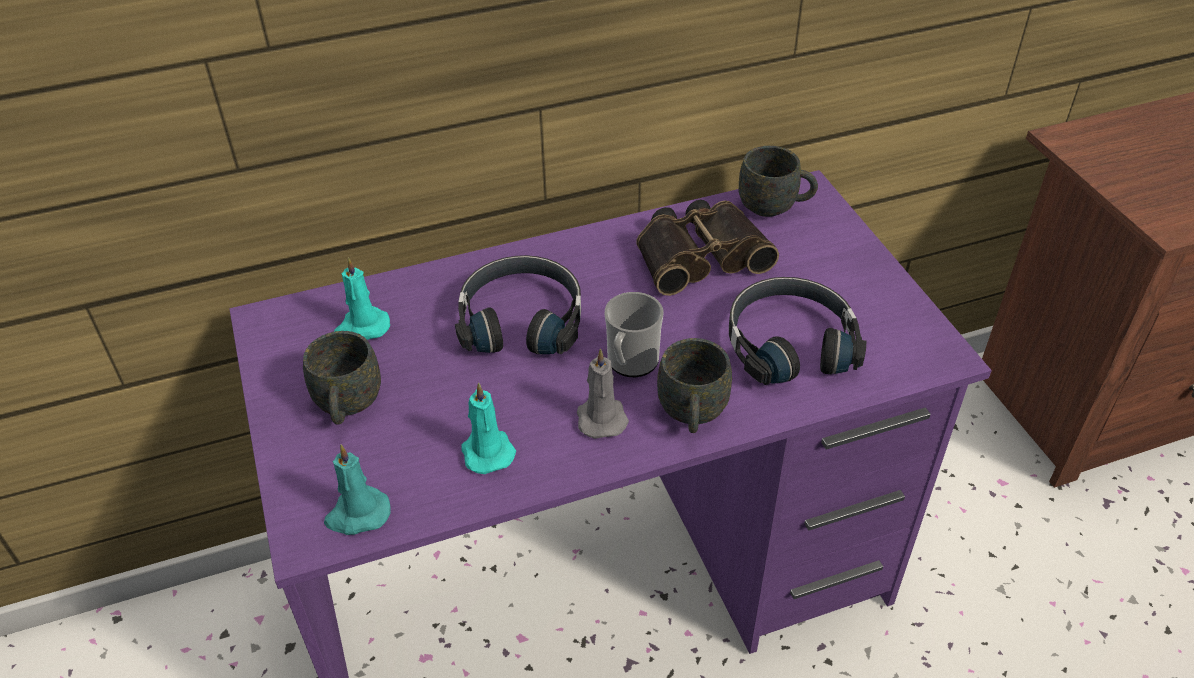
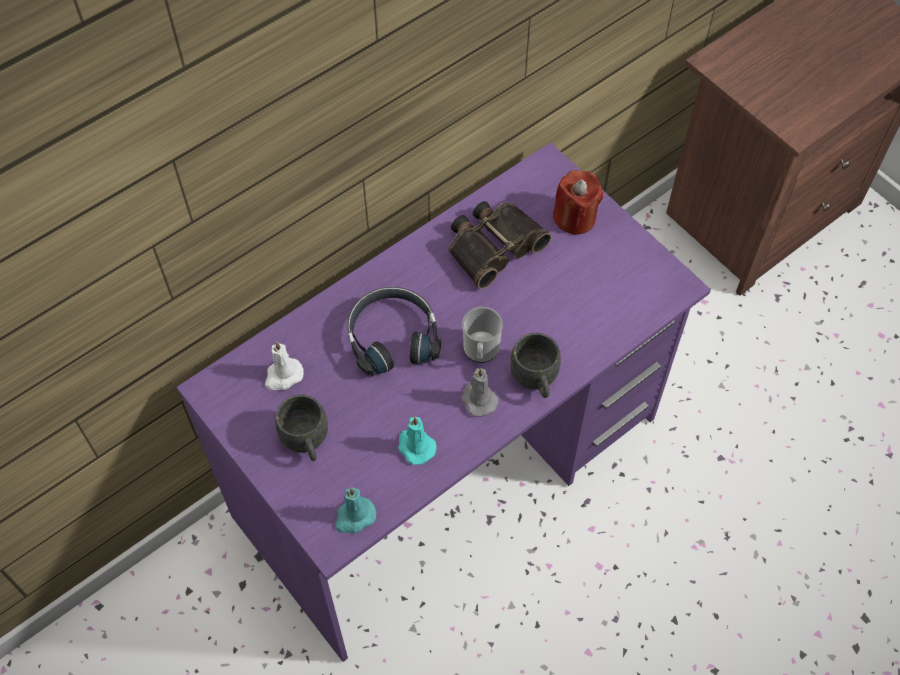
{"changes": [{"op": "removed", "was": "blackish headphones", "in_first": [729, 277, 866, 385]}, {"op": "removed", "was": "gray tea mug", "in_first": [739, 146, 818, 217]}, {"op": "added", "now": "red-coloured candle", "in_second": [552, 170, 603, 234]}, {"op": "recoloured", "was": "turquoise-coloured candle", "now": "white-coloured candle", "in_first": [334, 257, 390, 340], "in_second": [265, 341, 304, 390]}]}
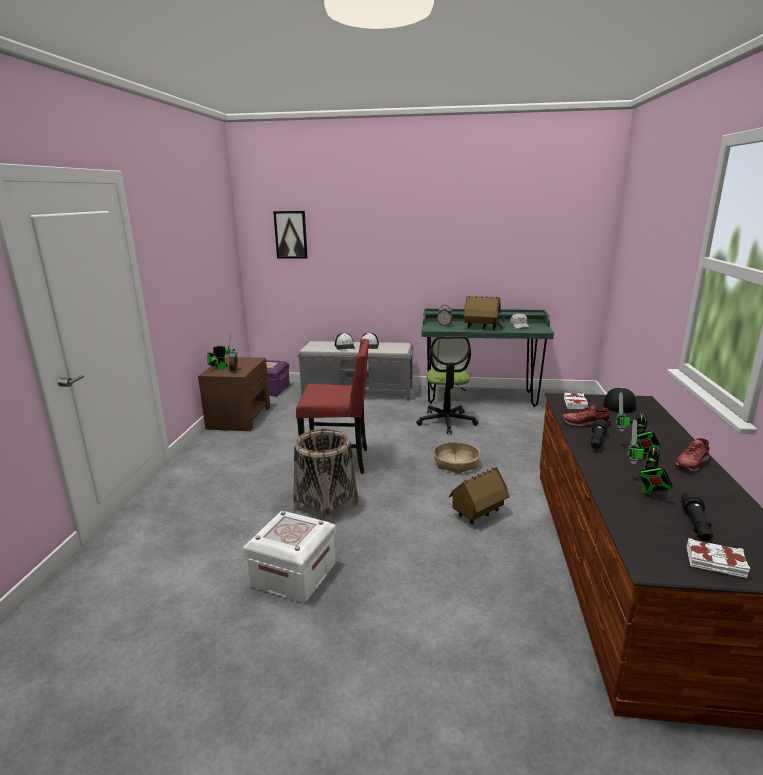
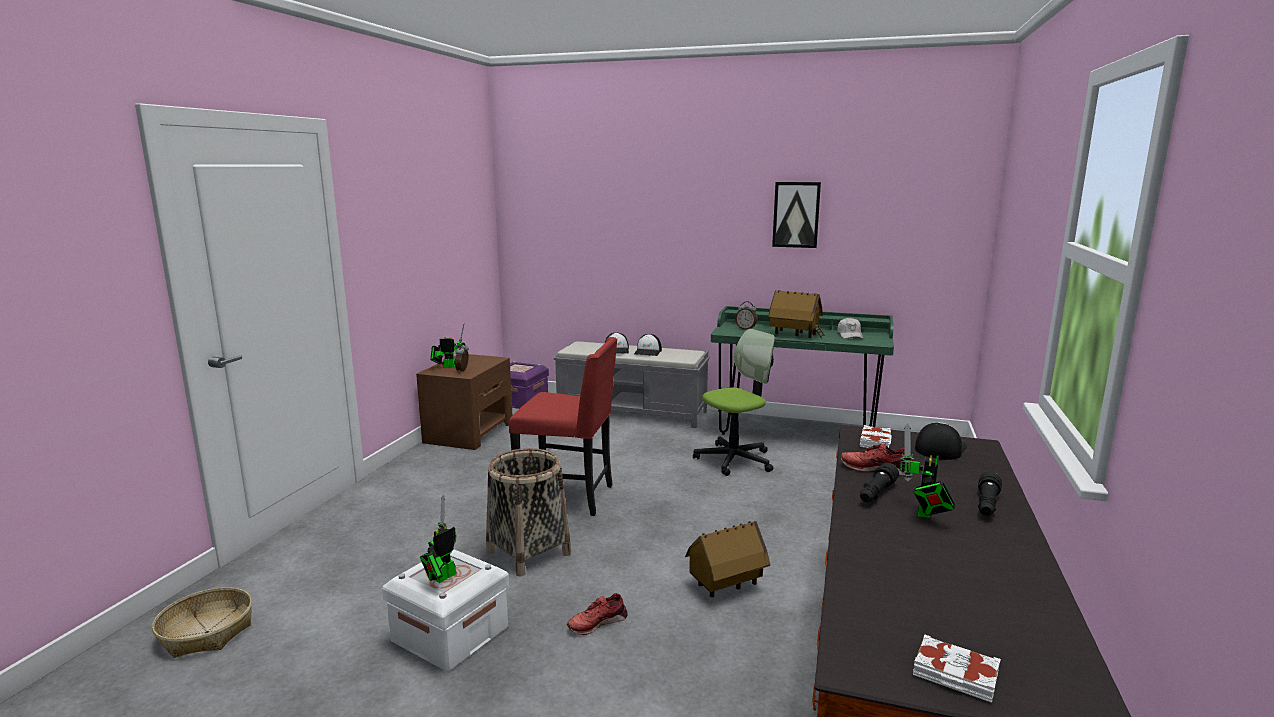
{"changes": [{"op": "moved", "was": "wall art", "in_first": [273, 211, 308, 258], "in_second": [772, 182, 821, 248]}, {"op": "moved", "was": "basket", "in_first": [433, 442, 480, 474], "in_second": [152, 587, 252, 658]}, {"op": "moved", "was": "robot figure", "in_first": [628, 420, 673, 494], "in_second": [420, 494, 457, 583]}, {"op": "moved", "was": "red-coloured shoe", "in_first": [675, 438, 709, 472], "in_second": [567, 593, 628, 635]}, {"op": "moved", "was": "blackish torch", "in_first": [681, 492, 713, 541], "in_second": [978, 472, 1002, 516]}, {"op": "turned", "was": "desk chair", "in_first": [416, 337, 479, 434], "in_second": [693, 329, 775, 476], "clockwise": -135}]}
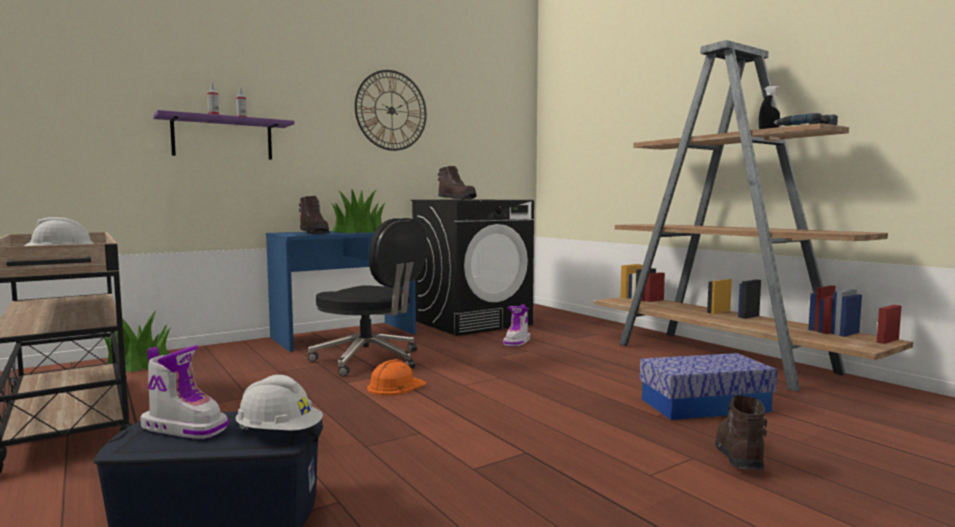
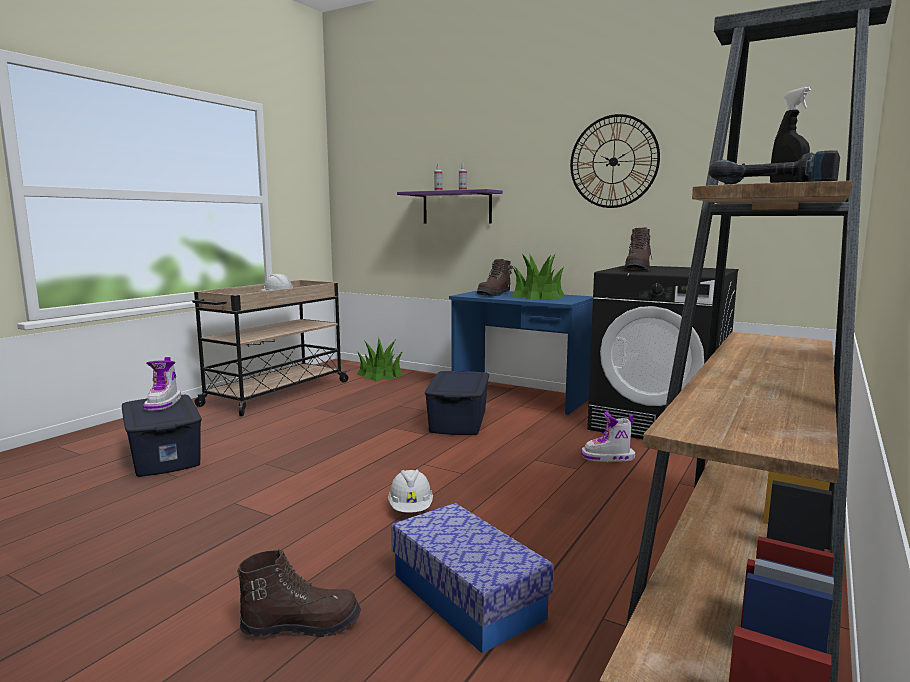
{"changes": [{"op": "removed", "was": "orange-coloured safety helmet", "in_first": [367, 359, 426, 395]}, {"op": "moved", "was": "white-coloured safety helmet", "in_first": [236, 375, 323, 431], "in_second": [388, 469, 433, 513]}, {"op": "replaced", "was": "blackish desk chair", "now": "blue-coloured storage bin", "in_first": [308, 218, 427, 377], "in_second": [425, 371, 489, 435]}]}
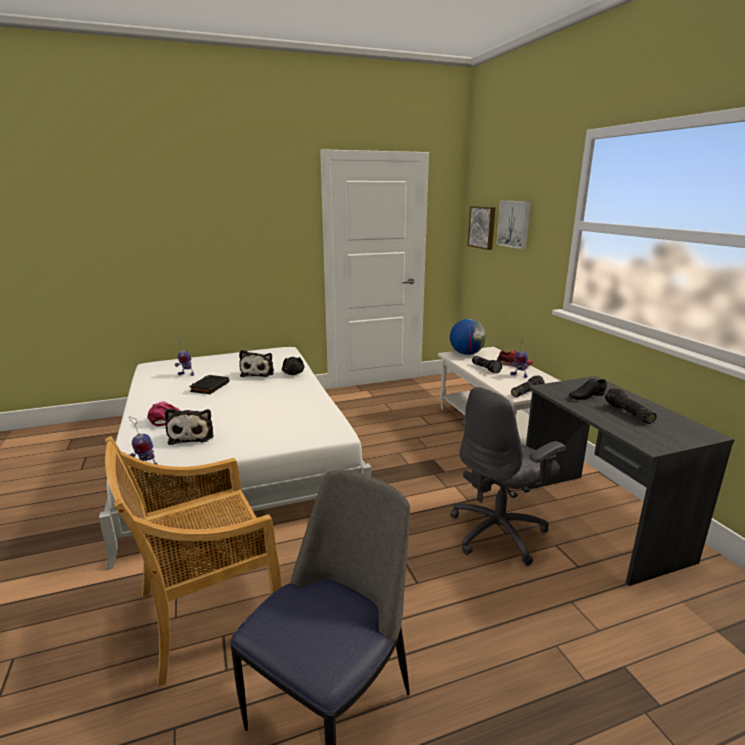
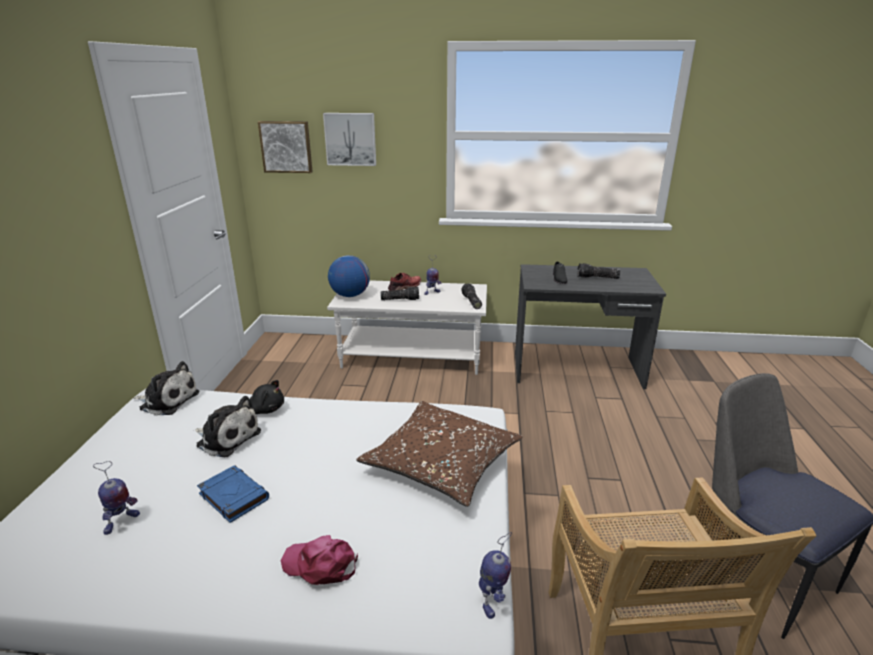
{"changes": [{"op": "removed", "was": "gray desk chair", "in_first": [450, 387, 566, 565]}, {"op": "added", "now": "brown-coloured pillow", "in_second": [356, 401, 522, 507]}, {"op": "moved", "was": "plush toy", "in_first": [165, 408, 214, 445], "in_second": [134, 361, 199, 415]}, {"op": "recoloured", "was": "blackish book", "now": "blue-coloured book", "in_first": [189, 375, 229, 394], "in_second": [197, 465, 269, 523]}]}
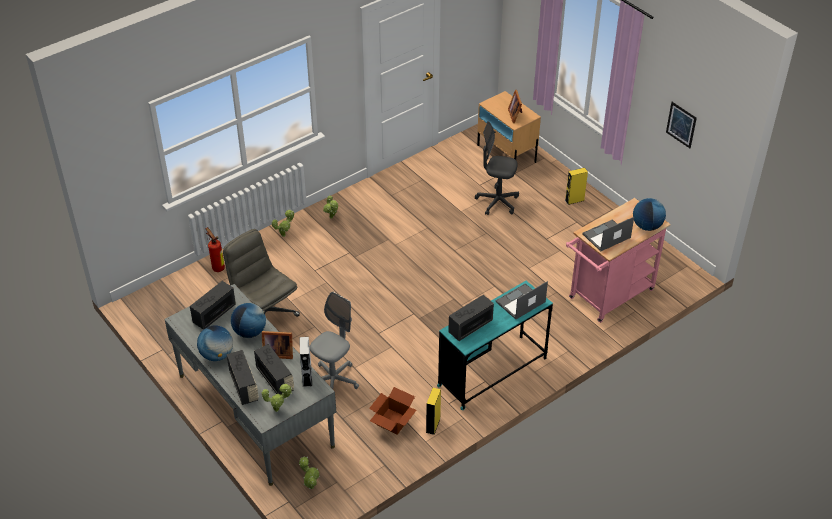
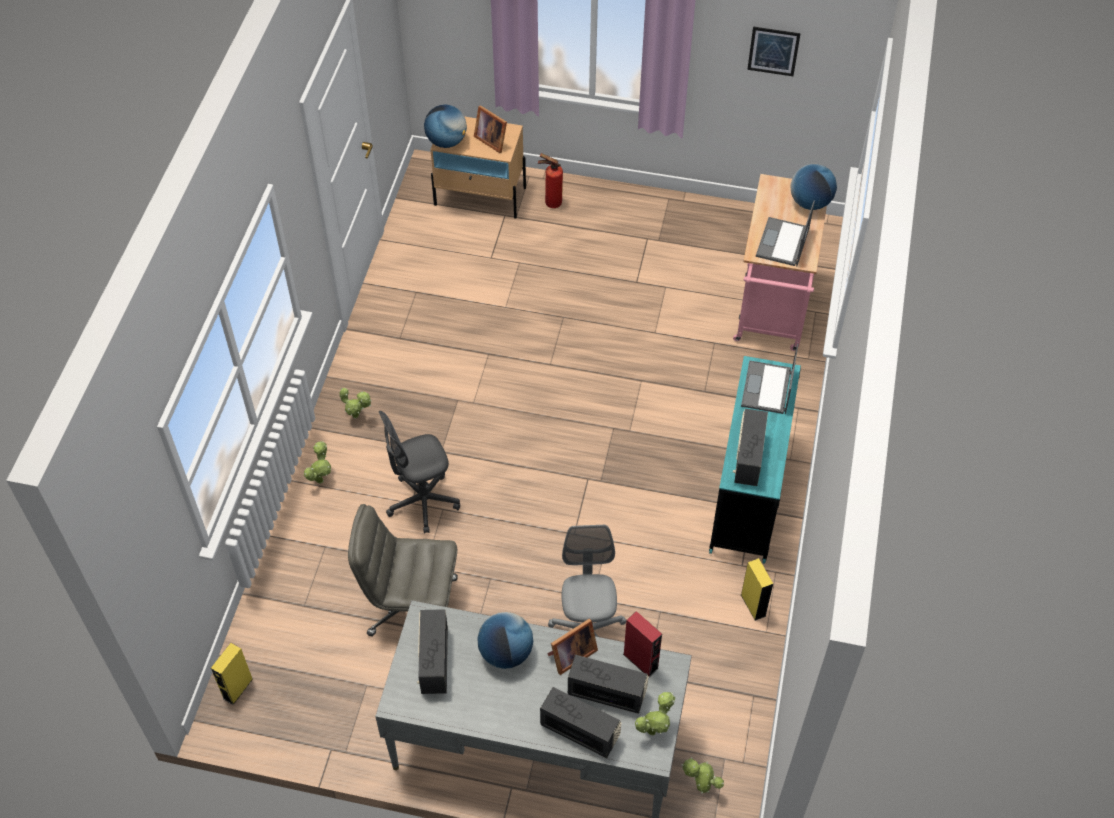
{"changes": [{"op": "removed", "was": "carton", "in_first": [369, 387, 416, 435]}, {"op": "moved", "was": "globe", "in_first": [197, 325, 233, 361], "in_second": [424, 105, 467, 148]}, {"op": "moved", "was": "fire-fighting cylinder", "in_first": [206, 227, 225, 272], "in_second": [538, 153, 563, 208]}, {"op": "moved", "was": "gray desk chair", "in_first": [475, 121, 519, 215], "in_second": [379, 411, 460, 533]}, {"op": "moved", "was": "yellowish audio speaker", "in_first": [565, 168, 588, 205], "in_second": [211, 643, 253, 705]}, {"op": "recoloured", "was": "gray audio speaker", "now": "red-coloured audio speaker", "in_first": [299, 337, 312, 387], "in_second": [623, 611, 662, 677]}]}
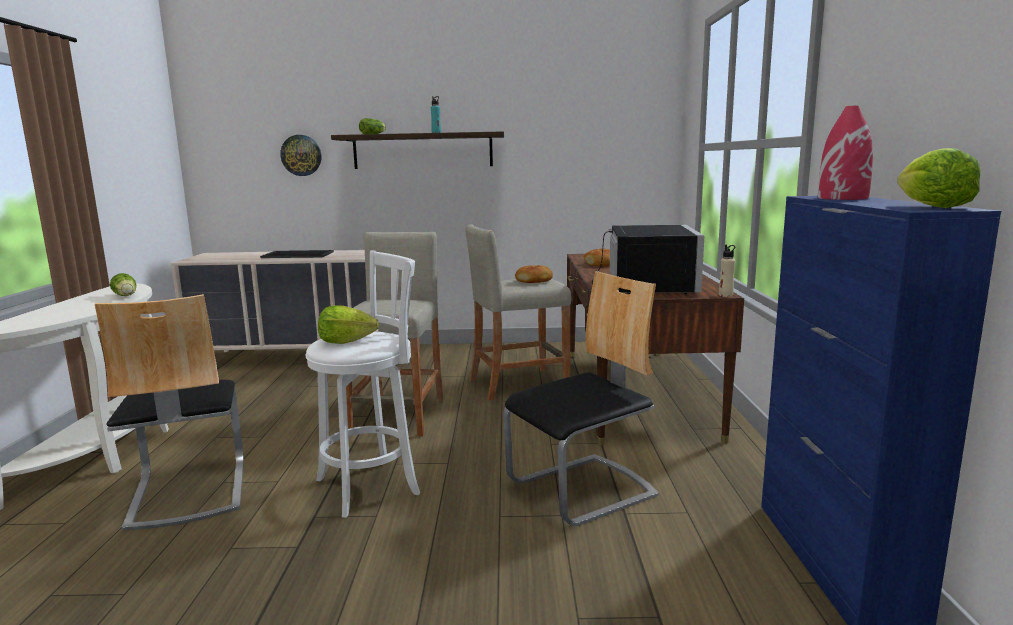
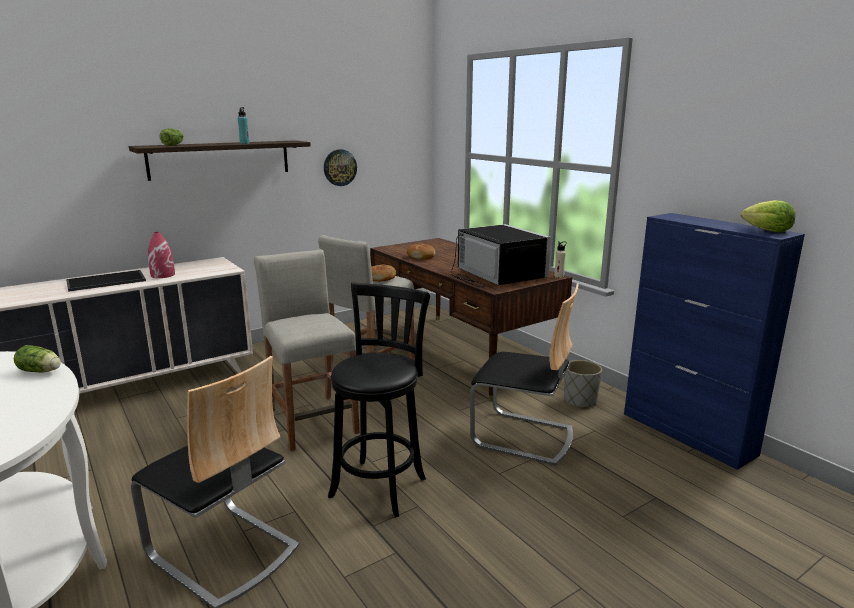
{"changes": [{"op": "removed", "was": "lettuce head", "in_first": [318, 306, 379, 344]}, {"op": "added", "now": "gray planter", "in_second": [564, 360, 602, 409]}, {"op": "moved", "was": "hanging clock", "in_first": [280, 135, 322, 176], "in_second": [324, 149, 357, 186]}, {"op": "moved", "was": "red-coloured vase", "in_first": [818, 106, 873, 200], "in_second": [148, 232, 175, 278]}, {"op": "recoloured", "was": "white-coloured stool", "now": "blackish stool", "in_first": [306, 250, 420, 518], "in_second": [328, 282, 430, 518]}, {"op": "turned", "was": "chair", "in_first": [503, 271, 659, 526], "in_second": [470, 283, 579, 465], "clockwise": 90}]}
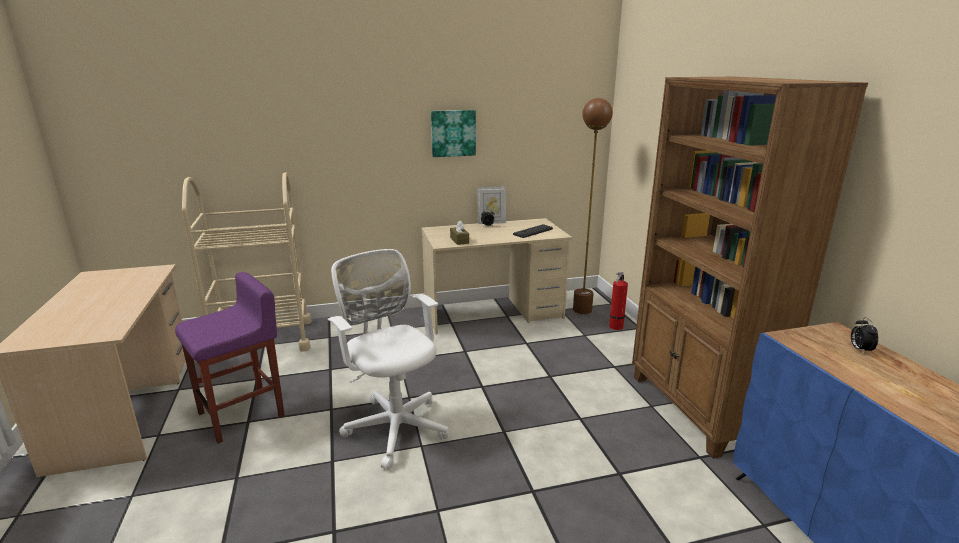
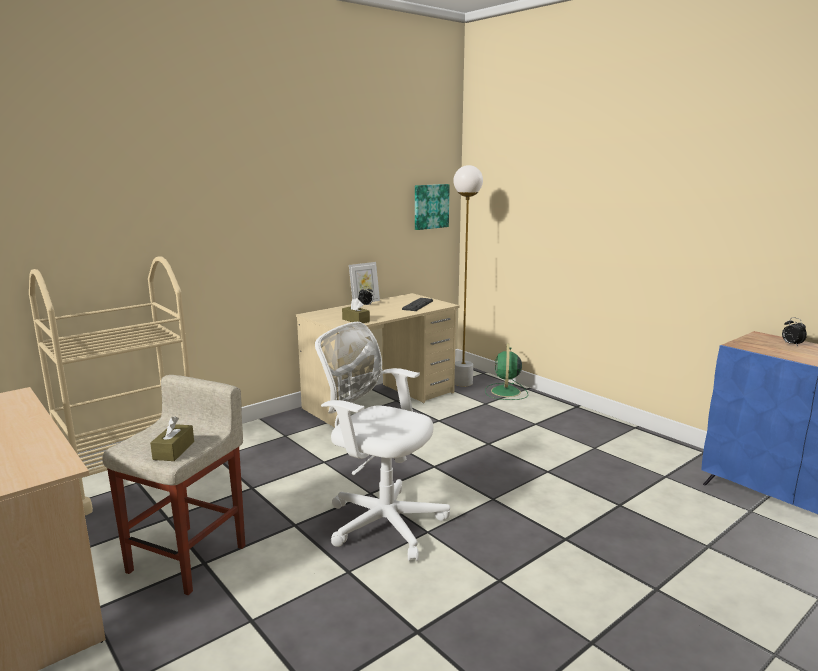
{"changes": [{"op": "removed", "was": "brown-coloured bookcase", "in_first": [632, 77, 868, 458]}, {"op": "added", "now": "brown-coloured tissue holder", "in_second": [150, 417, 194, 461]}, {"op": "moved", "was": "wall art", "in_first": [431, 110, 476, 157], "in_second": [415, 184, 450, 230]}, {"op": "replaced", "was": "fire-fighting cylinder", "now": "green-coloured cooling fan", "in_first": [609, 272, 628, 330], "in_second": [485, 343, 528, 400]}, {"op": "recoloured", "was": "purple-coloured stool", "now": "beige stool", "in_first": [175, 272, 285, 444], "in_second": [102, 375, 245, 595]}, {"op": "recoloured", "was": "brown-coloured floor lamp", "now": "white-coloured floor lamp", "in_first": [573, 98, 613, 314], "in_second": [453, 165, 483, 387]}]}
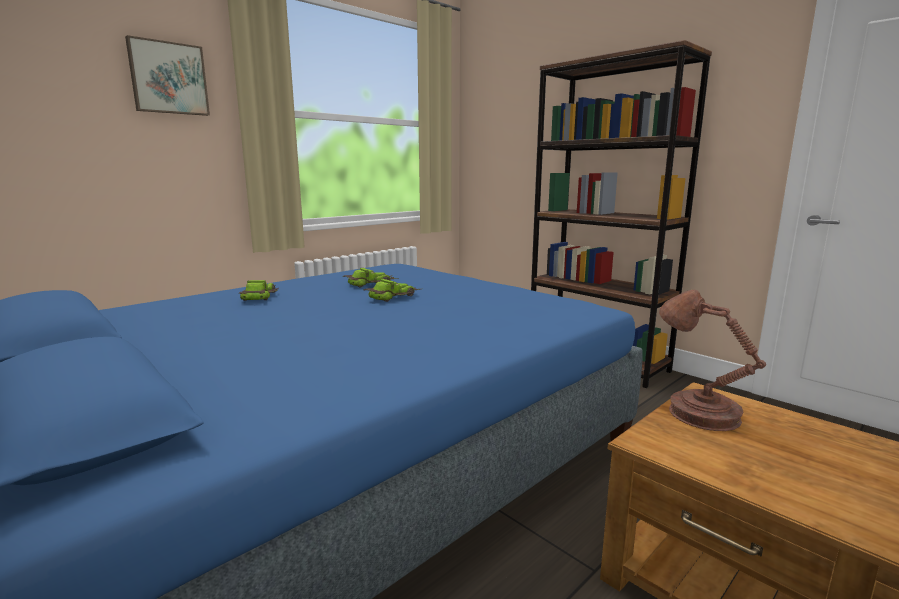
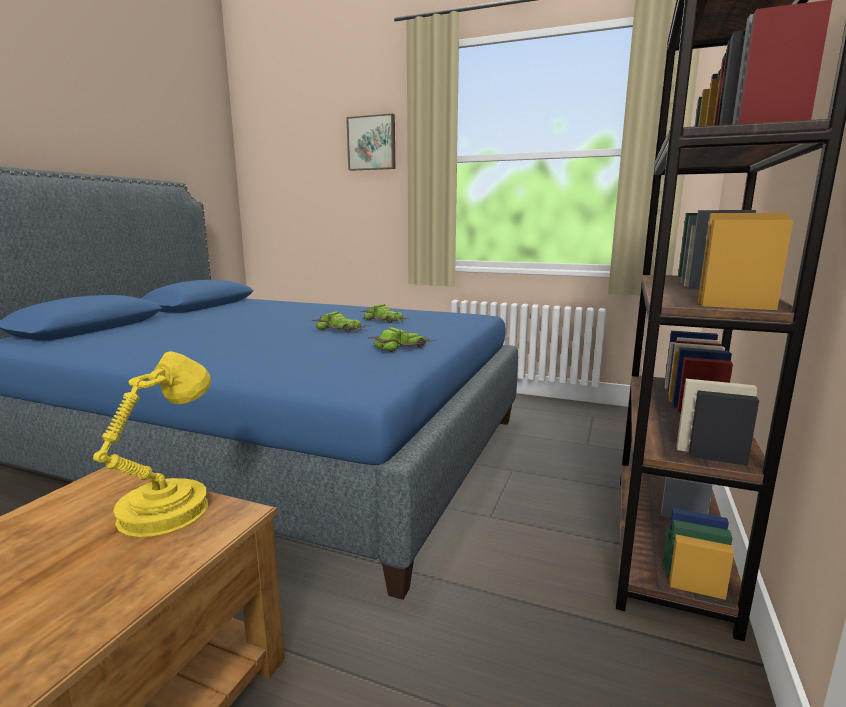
{"changes": [{"op": "moved", "was": "toy car", "in_first": [239, 280, 279, 301], "in_second": [368, 327, 437, 352]}, {"op": "recoloured", "was": "brown-coloured lamp for a table", "now": "yellowish lamp for a table", "in_first": [659, 290, 766, 431], "in_second": [93, 351, 211, 537]}]}
